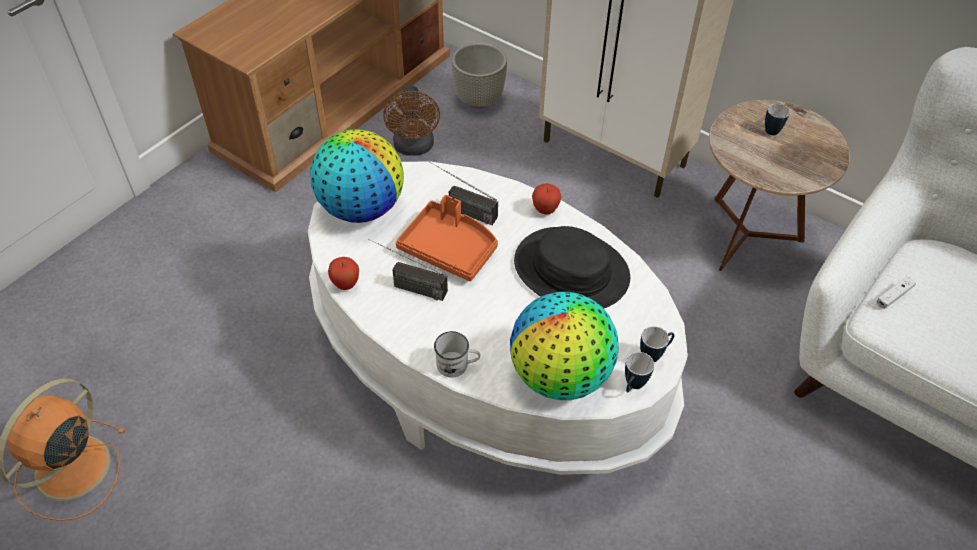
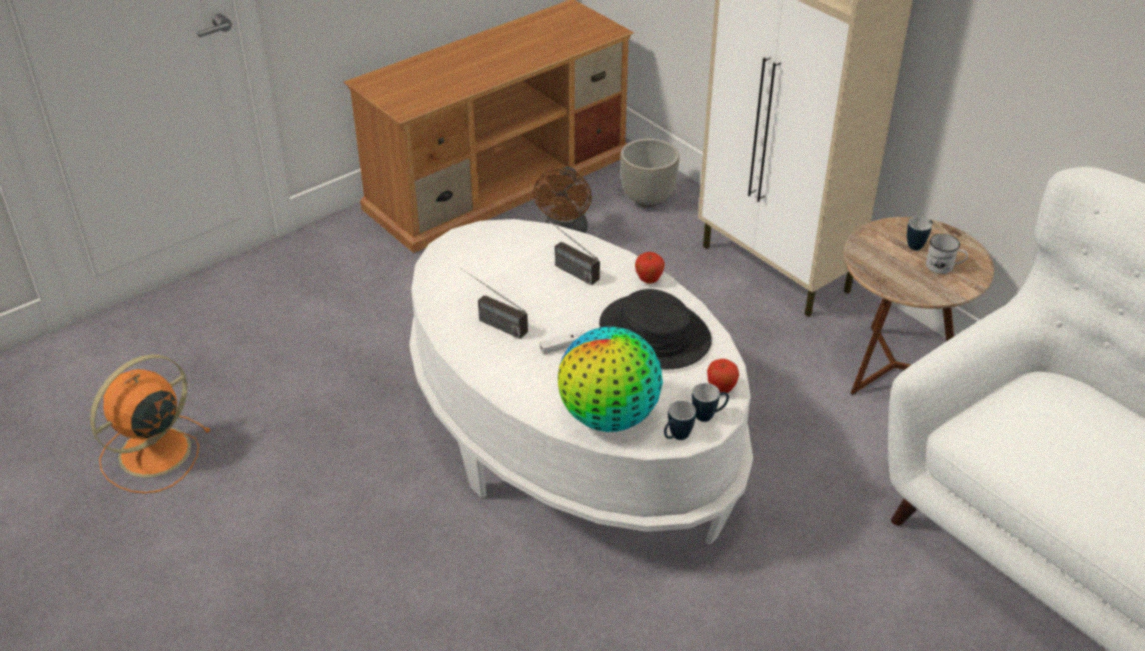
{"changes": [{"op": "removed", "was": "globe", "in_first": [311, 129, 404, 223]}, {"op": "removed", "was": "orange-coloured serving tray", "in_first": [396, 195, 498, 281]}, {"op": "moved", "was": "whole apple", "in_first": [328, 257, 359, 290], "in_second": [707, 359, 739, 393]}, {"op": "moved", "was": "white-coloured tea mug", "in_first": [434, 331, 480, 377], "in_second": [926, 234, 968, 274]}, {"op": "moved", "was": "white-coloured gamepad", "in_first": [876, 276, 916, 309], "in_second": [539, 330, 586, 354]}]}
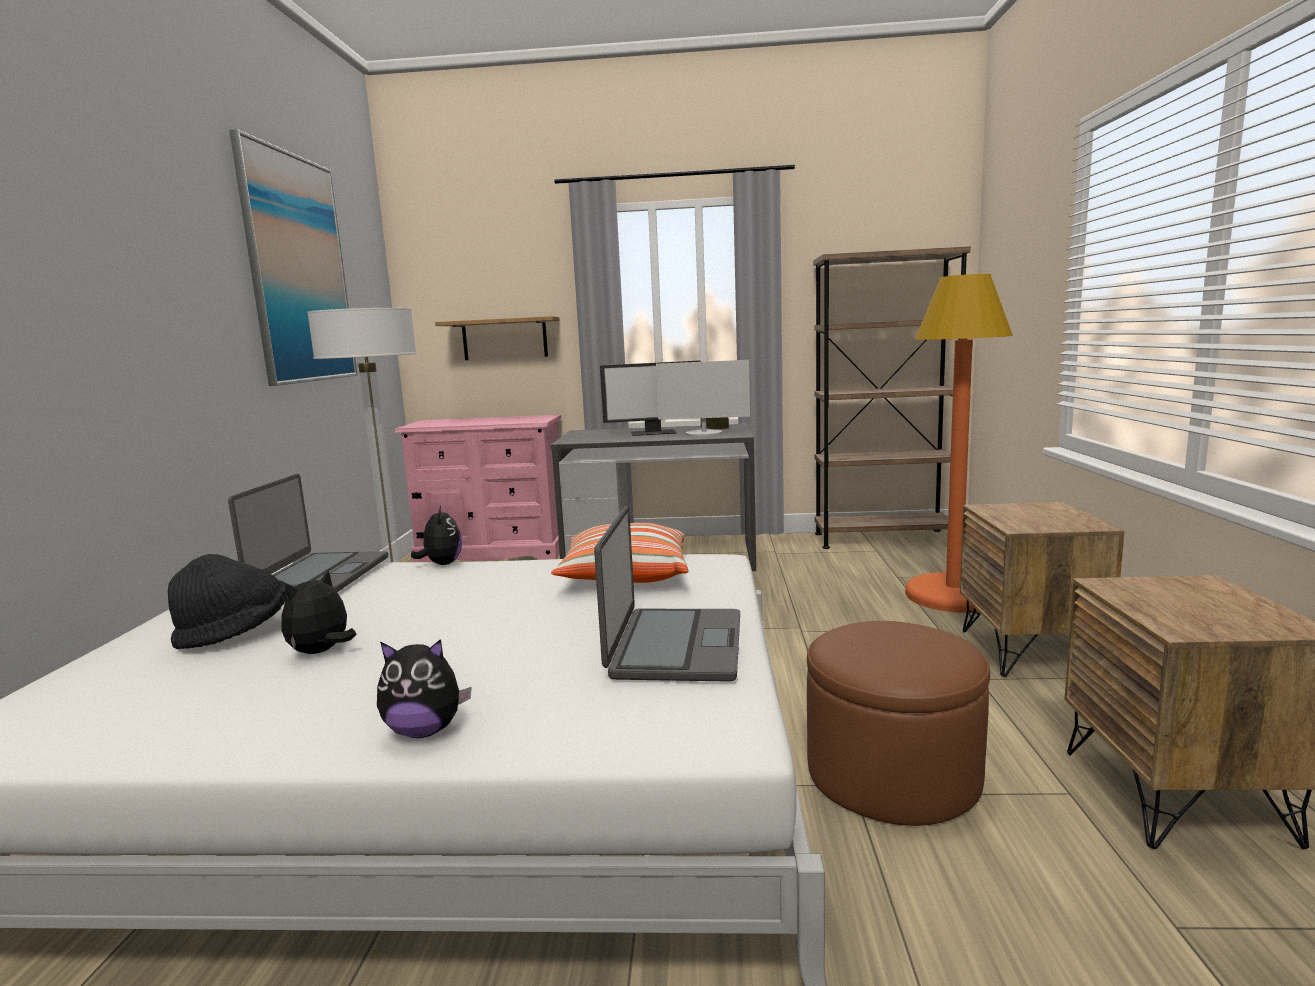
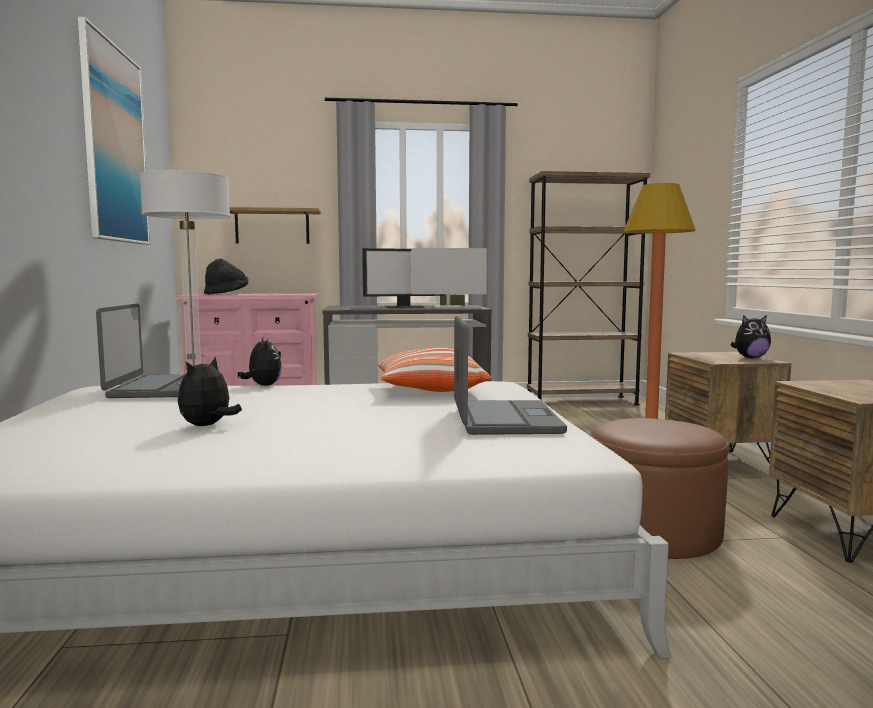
{"changes": [{"op": "moved", "was": "blackish hat", "in_first": [168, 554, 288, 649], "in_second": [204, 259, 248, 295]}, {"op": "moved", "was": "plush toy", "in_first": [377, 639, 472, 738], "in_second": [731, 315, 771, 358]}]}
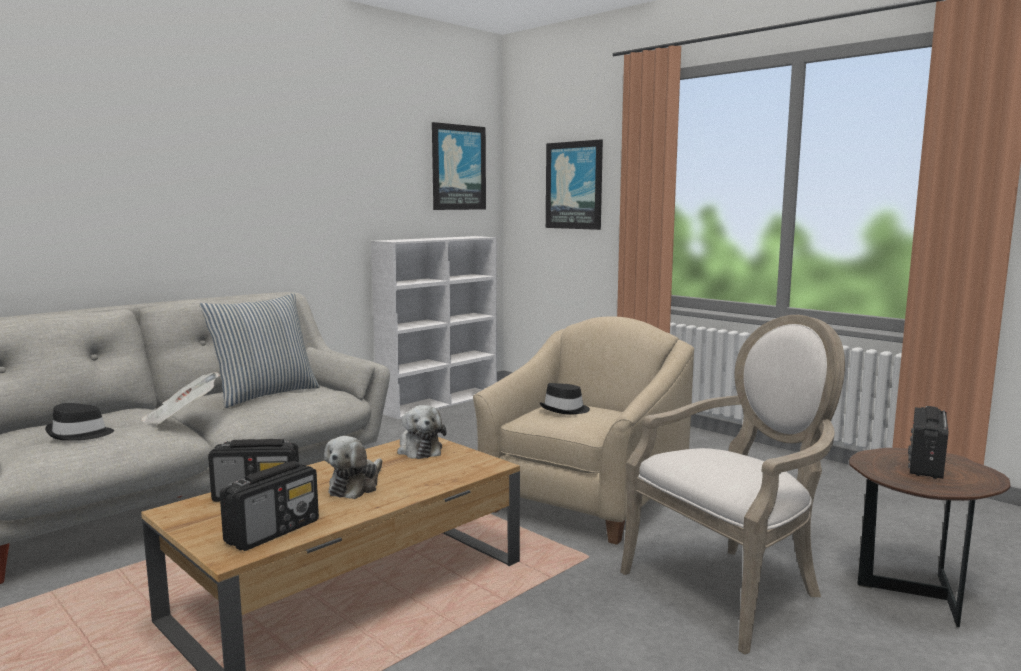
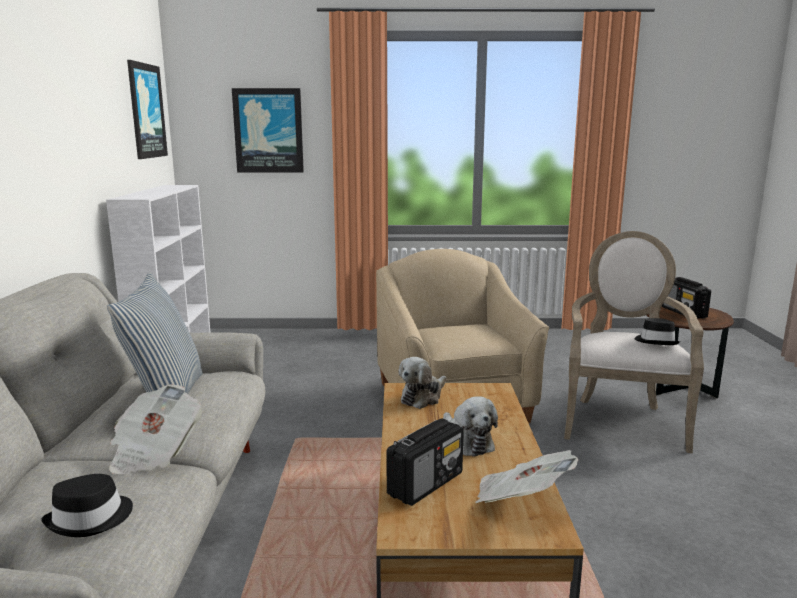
{"changes": [{"op": "moved", "was": "blackish hat", "in_first": [539, 383, 590, 415], "in_second": [634, 318, 680, 345]}, {"op": "replaced", "was": "radio set", "now": "printed paper", "in_first": [220, 461, 319, 551], "in_second": [475, 450, 578, 503]}, {"op": "turned", "was": "plush toy", "in_first": [397, 405, 446, 459], "in_second": [399, 357, 446, 409], "clockwise": 105}]}
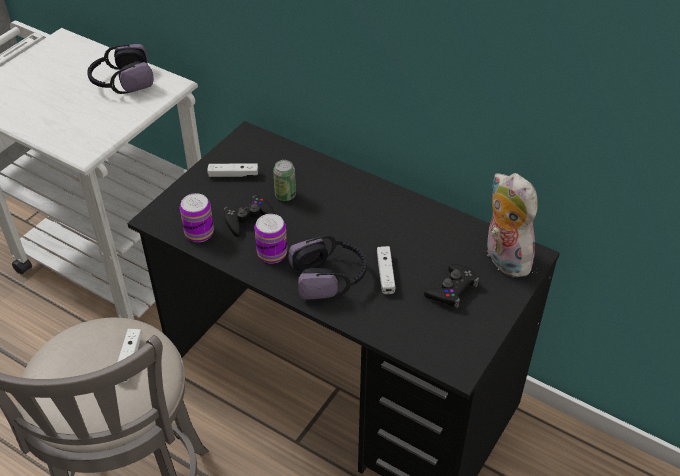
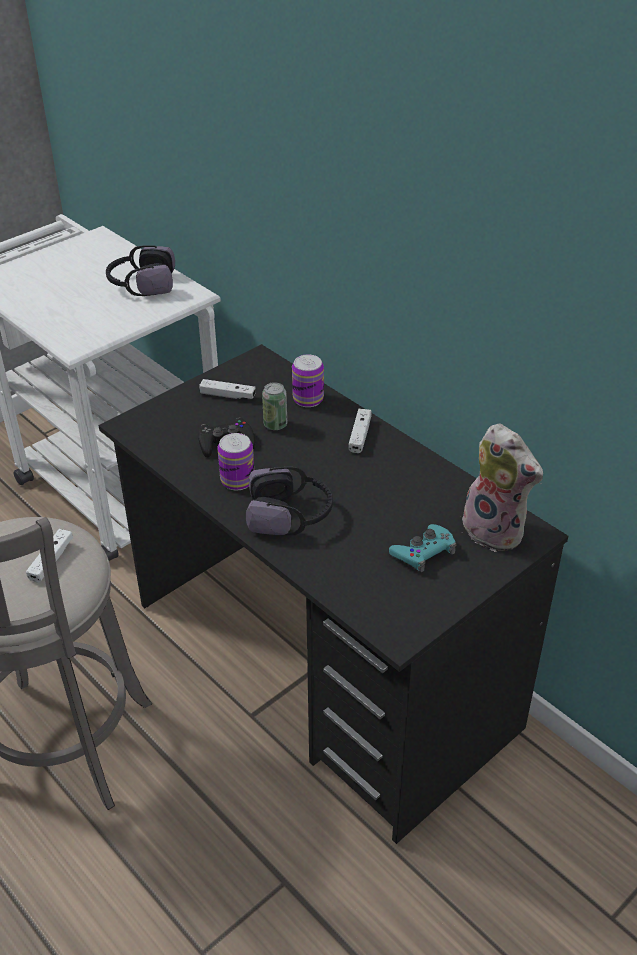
{"changes": [{"op": "moved", "was": "can", "in_first": [180, 193, 214, 242], "in_second": [292, 354, 324, 407]}, {"op": "moved", "was": "white-coloured gamepad", "in_first": [377, 246, 395, 294], "in_second": [348, 409, 372, 453]}, {"op": "recoloured", "was": "blackish gamepad", "now": "turquoise-coloured gamepad", "in_first": [424, 264, 479, 308], "in_second": [389, 524, 457, 572]}, {"op": "turned", "was": "plush toy", "in_first": [487, 173, 538, 277], "in_second": [462, 423, 543, 552], "clockwise": 150}]}
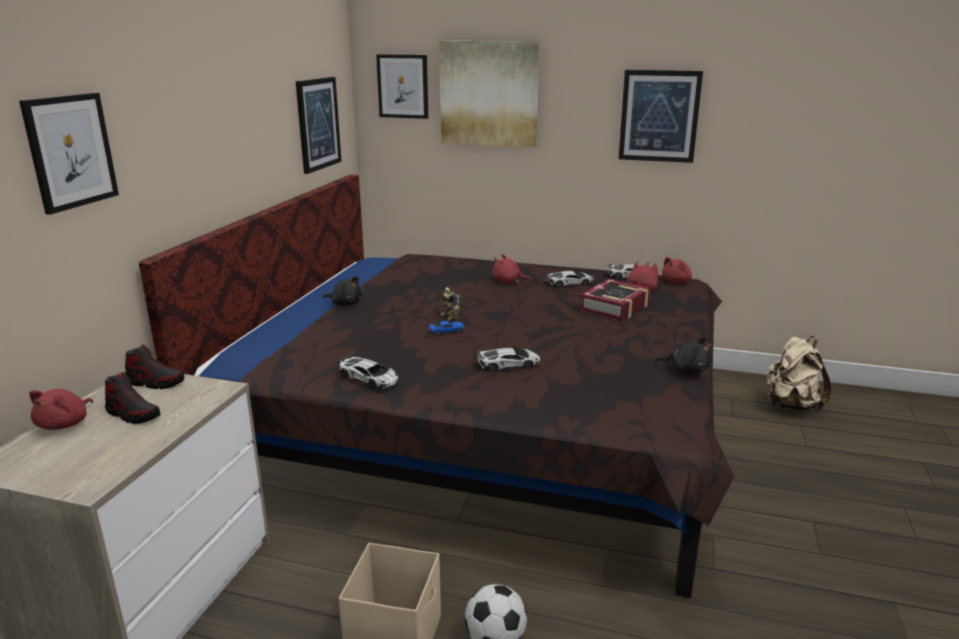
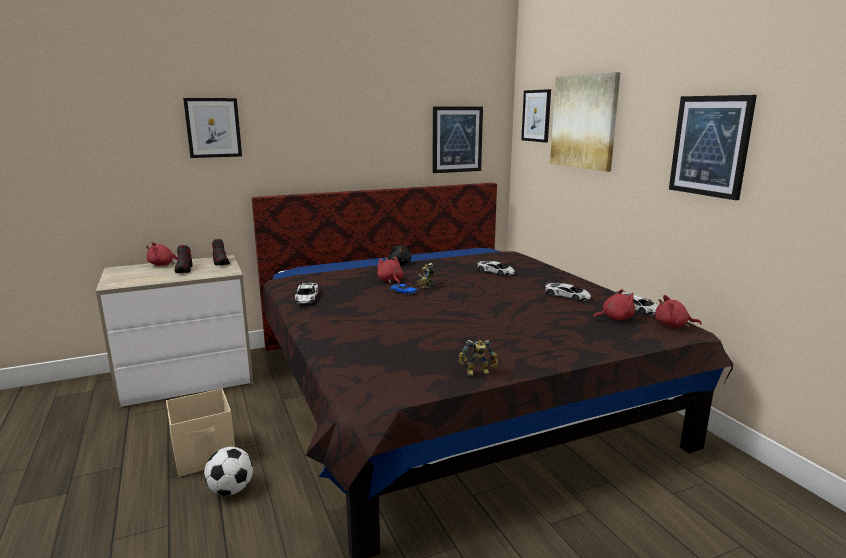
{"changes": [{"op": "removed", "was": "book", "in_first": [579, 279, 651, 321]}, {"op": "removed", "was": "beige backpack", "in_first": [767, 336, 831, 411]}, {"op": "moved", "was": "toy car", "in_first": [477, 347, 541, 372], "in_second": [477, 259, 515, 276]}, {"op": "moved", "was": "red-coloured plush toy", "in_first": [492, 254, 532, 283], "in_second": [377, 256, 404, 284]}, {"op": "replaced", "was": "blackish plush toy", "now": "robot figure", "in_first": [655, 337, 711, 374], "in_second": [459, 340, 499, 376]}]}
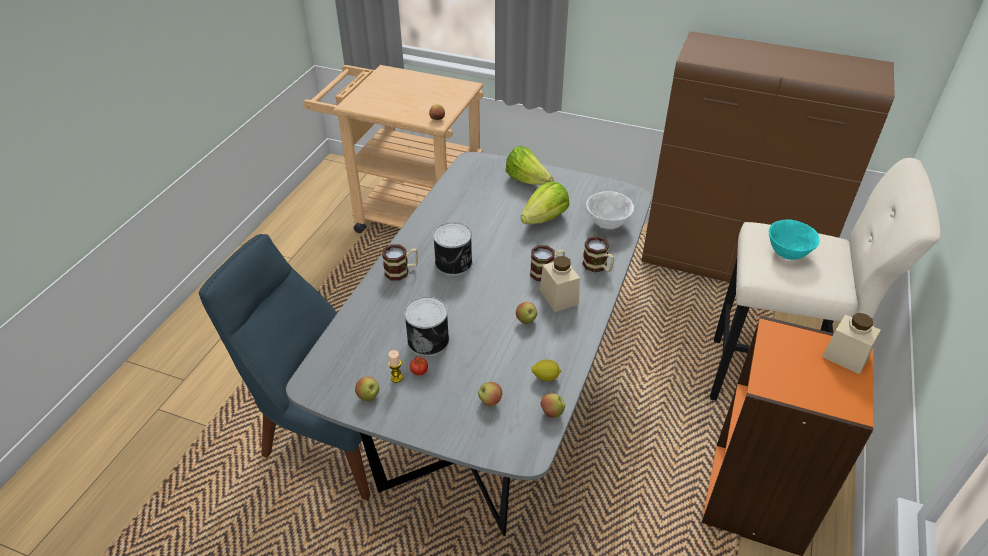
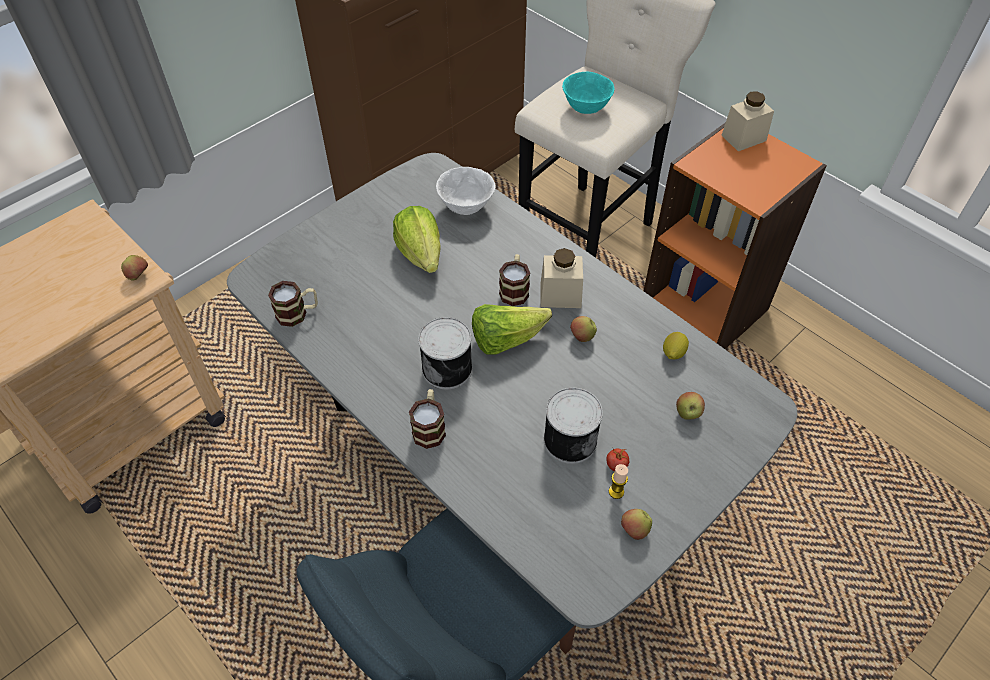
{"changes": [{"op": "removed", "was": "whole apple", "in_first": [540, 393, 565, 418]}, {"op": "moved", "was": "lettuce head", "in_first": [506, 146, 554, 185], "in_second": [472, 304, 552, 355]}, {"op": "moved", "was": "tea mug", "in_first": [582, 236, 614, 273], "in_second": [268, 281, 318, 327]}]}
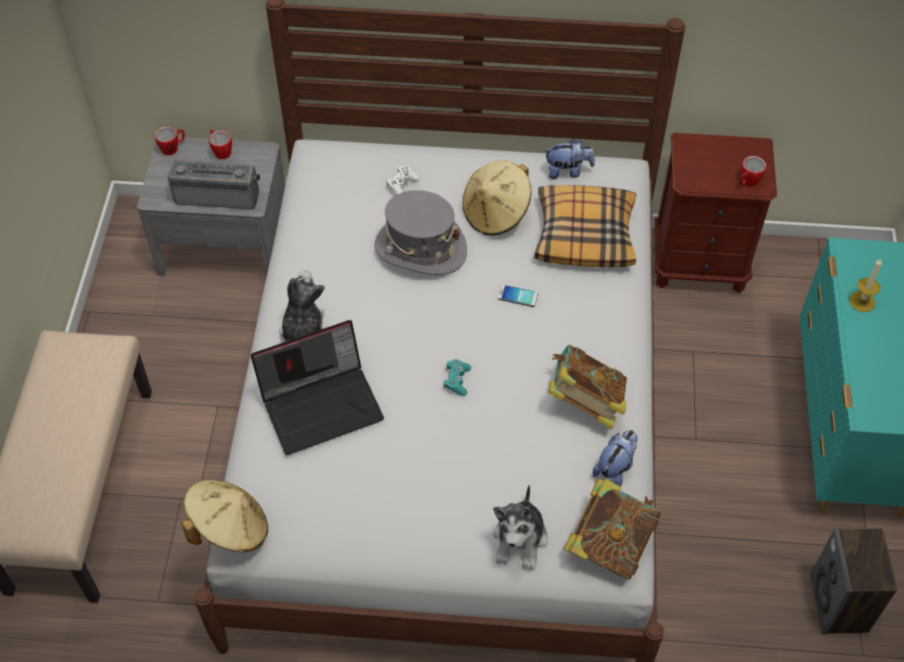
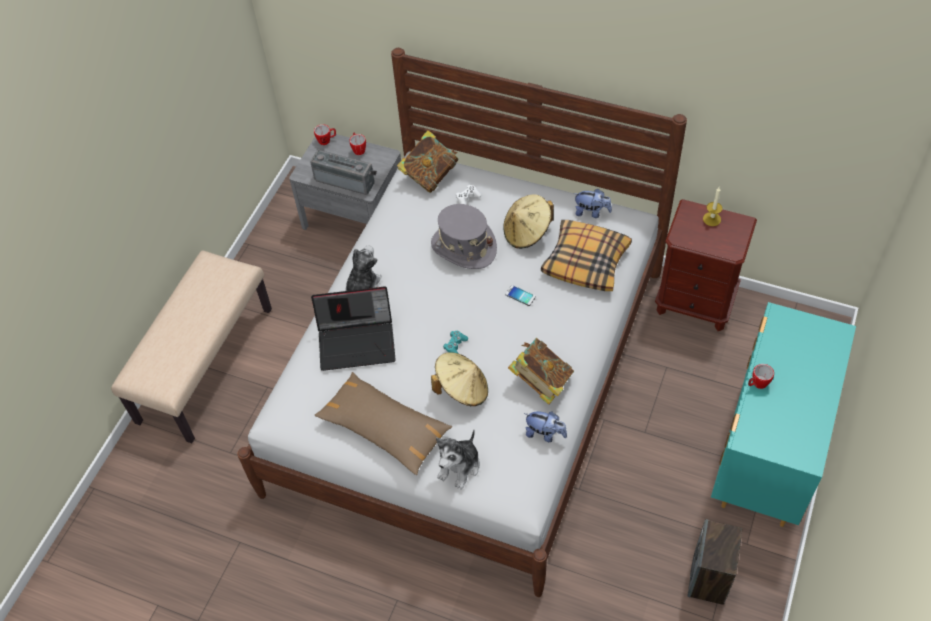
{"changes": [{"op": "added", "now": "brown-coloured pillow", "in_second": [315, 372, 452, 475]}, {"op": "moved", "was": "beige hat", "in_first": [182, 479, 268, 552], "in_second": [431, 352, 488, 406]}, {"op": "moved", "was": "book", "in_first": [564, 478, 661, 579], "in_second": [397, 130, 459, 193]}, {"op": "moved", "was": "tea mug", "in_first": [740, 156, 766, 187], "in_second": [748, 364, 774, 389]}, {"op": "moved", "was": "candle", "in_first": [849, 259, 882, 312], "in_second": [703, 188, 722, 226]}, {"op": "turned", "was": "plush toy", "in_first": [592, 430, 638, 487], "in_second": [524, 411, 567, 442], "clockwise": 60}]}
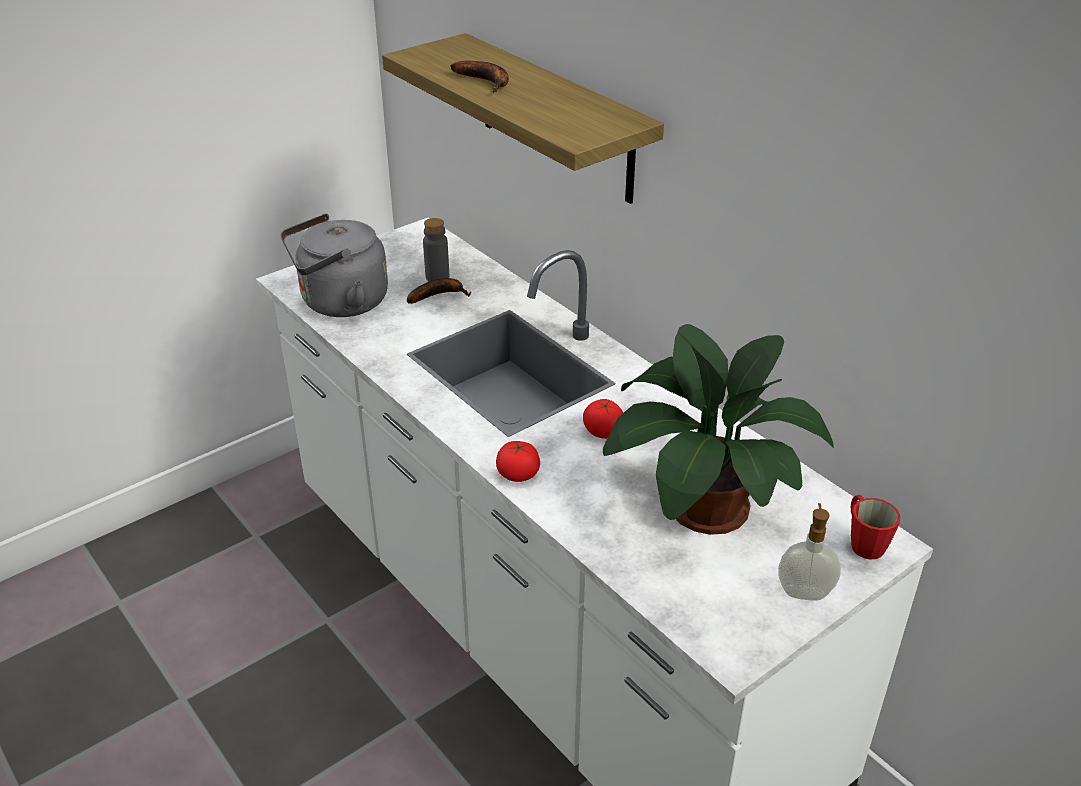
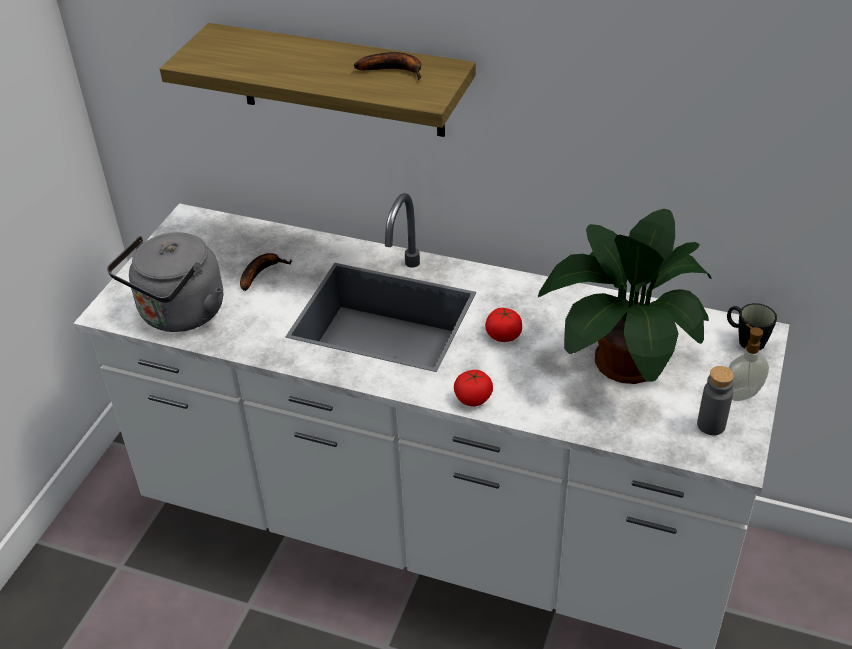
{"changes": [{"op": "moved", "was": "gray drink bottle", "in_first": [423, 218, 449, 281], "in_second": [697, 366, 734, 435]}, {"op": "moved", "was": "banana", "in_first": [451, 61, 509, 93], "in_second": [354, 52, 421, 80]}, {"op": "recoloured", "was": "red-coloured tea mug", "now": "blackish tea mug", "in_first": [851, 495, 900, 559], "in_second": [727, 303, 777, 350]}]}
